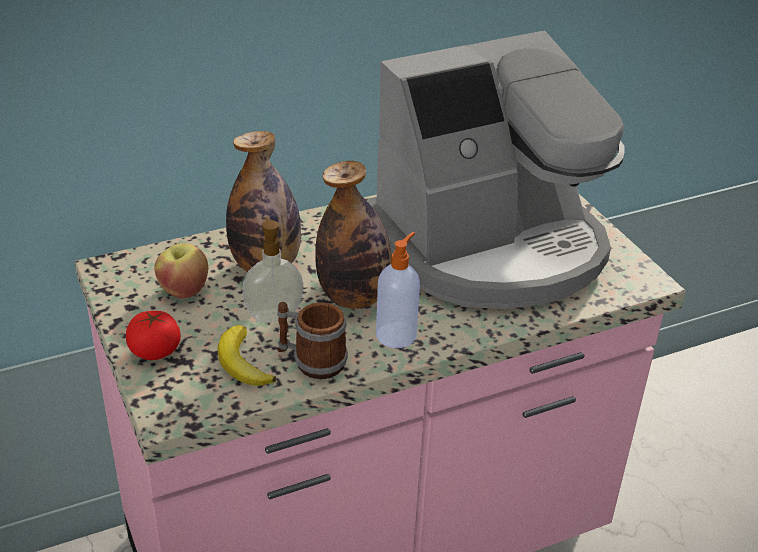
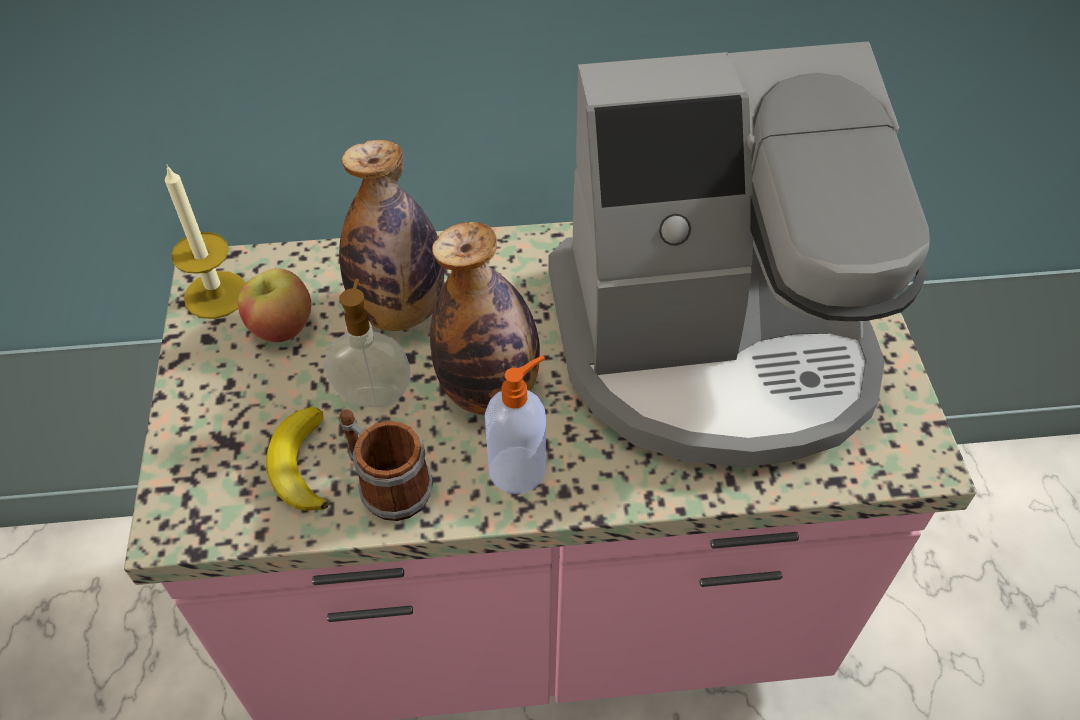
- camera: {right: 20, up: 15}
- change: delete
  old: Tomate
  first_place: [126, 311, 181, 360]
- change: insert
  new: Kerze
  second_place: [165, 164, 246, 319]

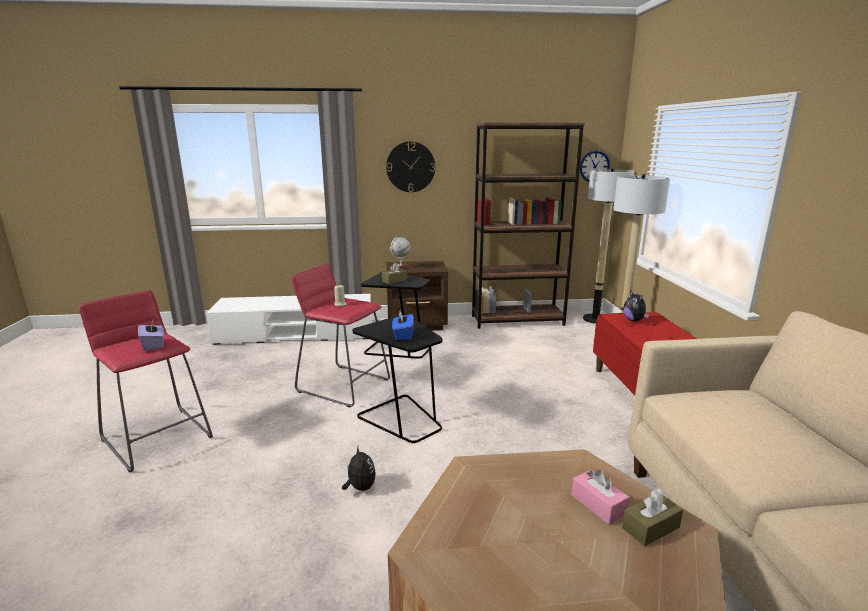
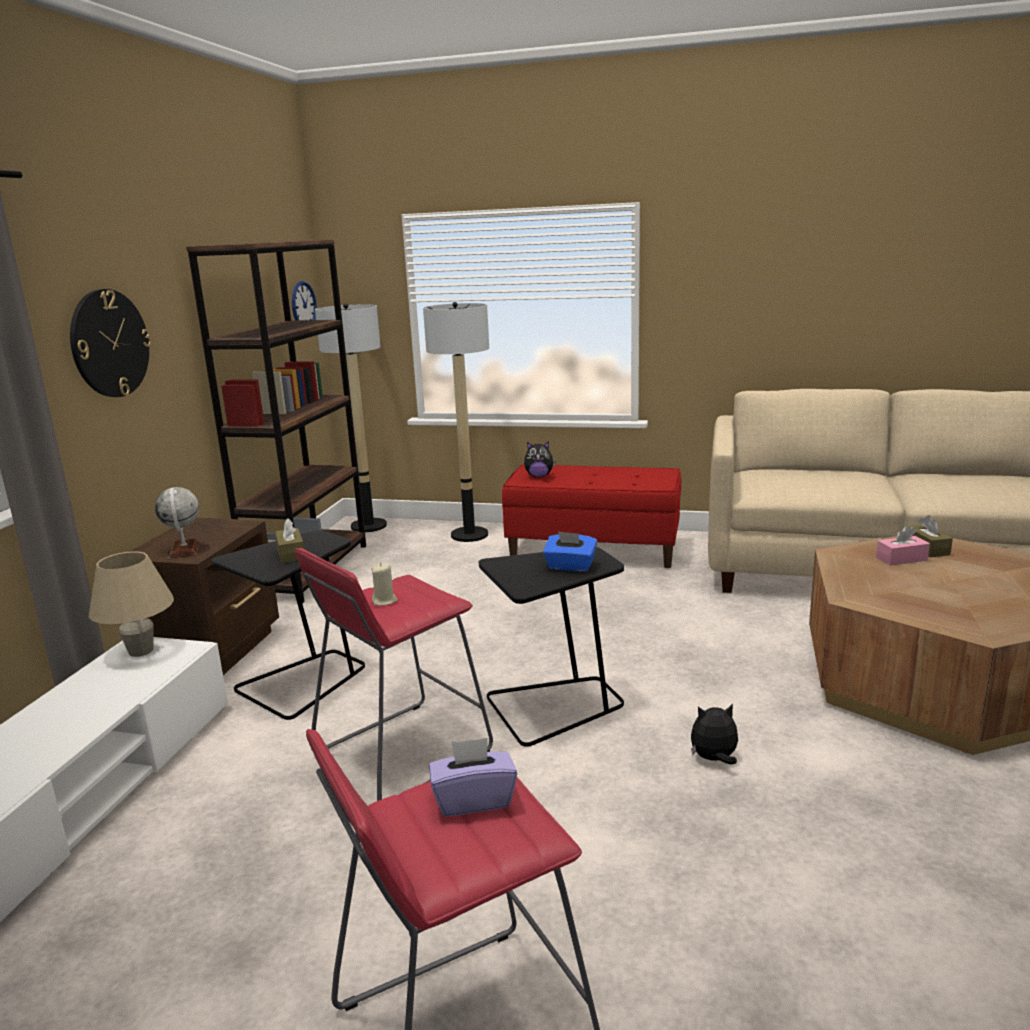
- camera: {right: -70, up: 0}
- change: insert
  new: Tischlampe/beige
  second_place: [89, 551, 174, 657]

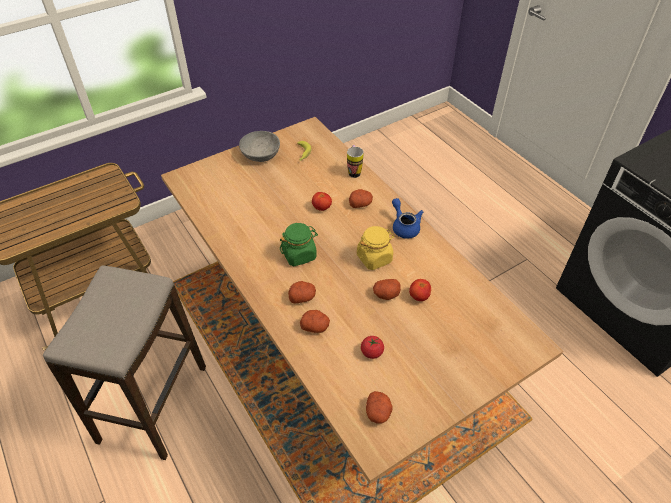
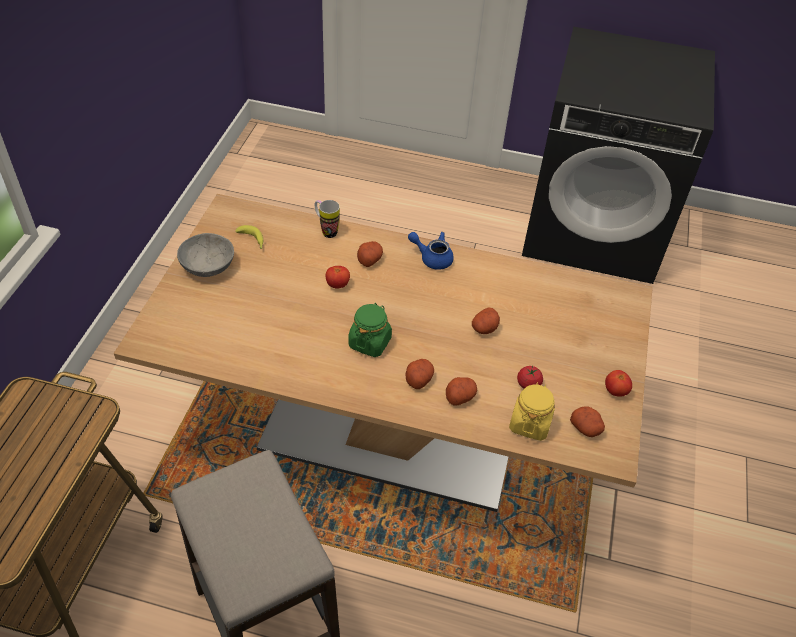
- camera: {right: -45, up: 0}
- change: move
  old: Vorratsglas/gelb
  first_place: [357, 226, 394, 270]
  second_place: [509, 382, 555, 441]
- change: move
  old: Tomate
  first_place: [409, 279, 431, 301]
  second_place: [605, 370, 632, 397]

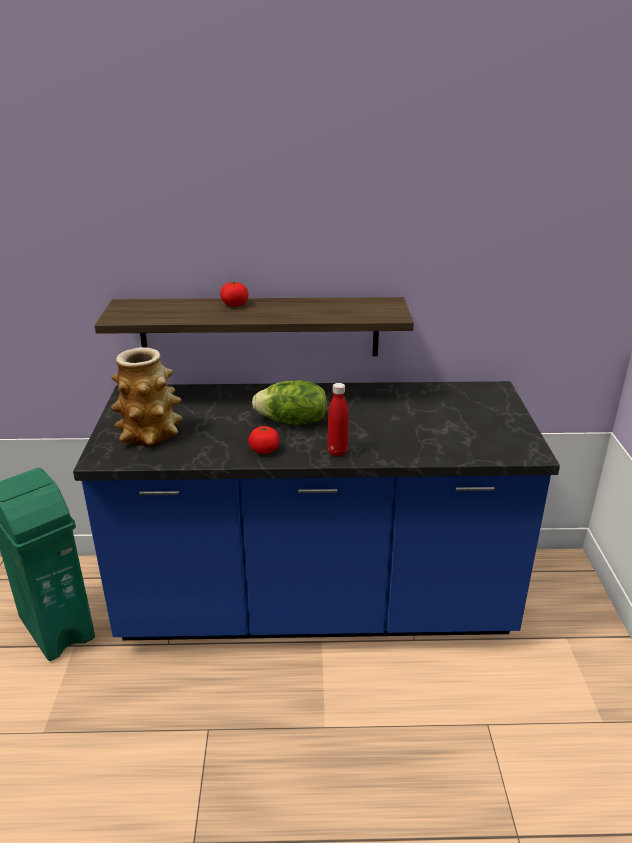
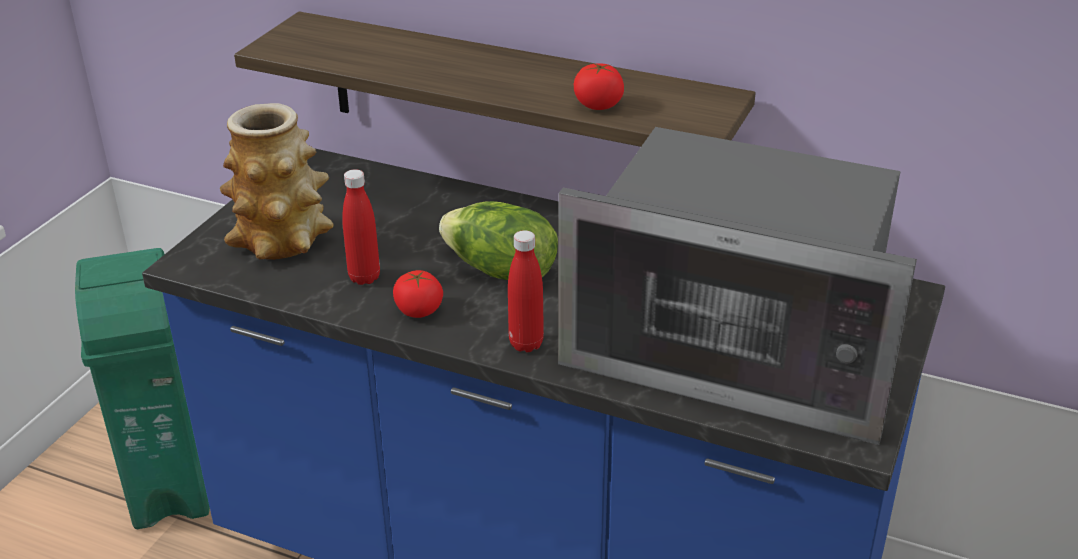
- camera: {right: 25, up: 5}
- change: move
  old: Tomate
  first_place: [220, 282, 248, 307]
  second_place: [574, 64, 624, 110]
- change: insert
  new: Flasche/rot
  second_place: [342, 169, 380, 285]
- change: insert
  new: Mikrowelle
  second_place: [558, 127, 917, 445]

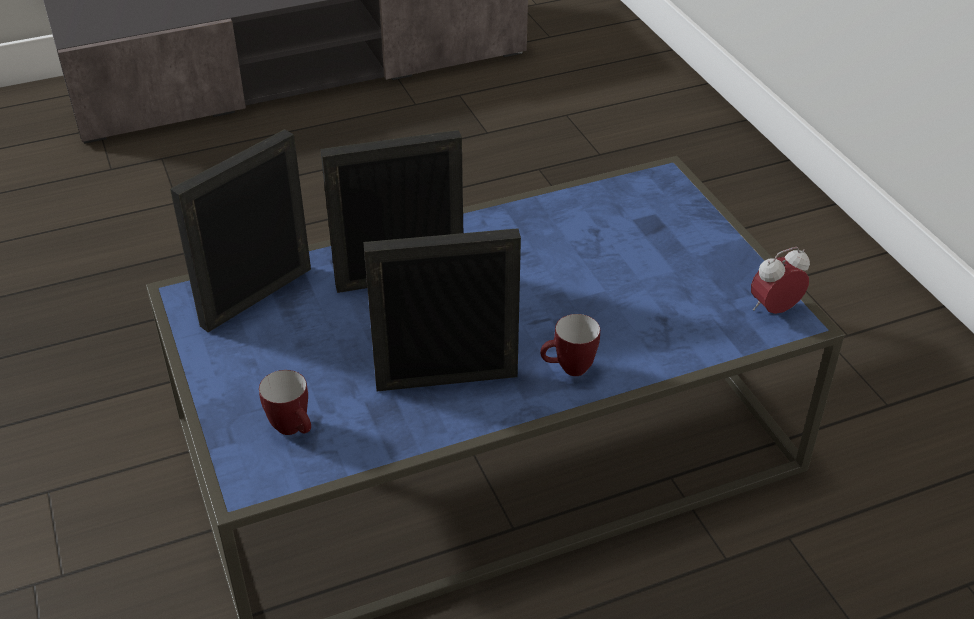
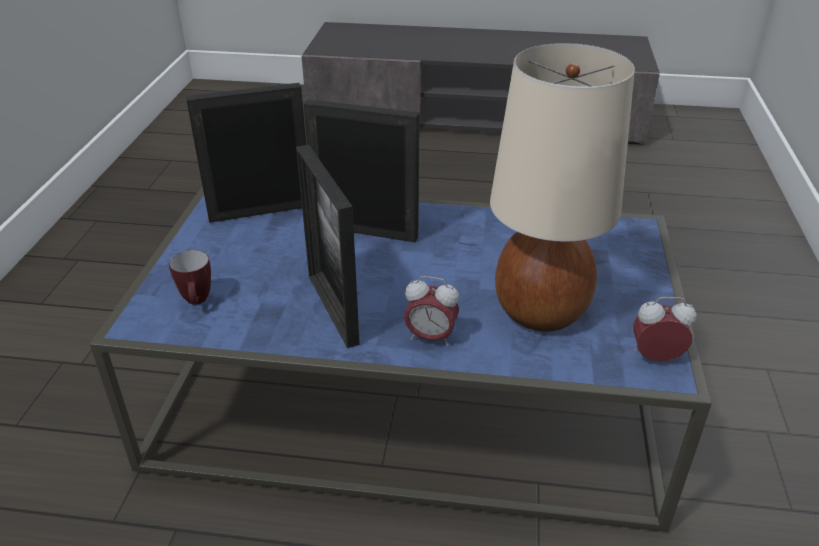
- camera: {right: 30, up: -5}
- change: rotate
  old: Bilderrahmen
  first_place: [363, 228, 521, 391]
  second_place: [296, 145, 360, 348]
  degrees: -135
- change: replace
  old: Henkelbecher
  new: Wecker
  first_place: [540, 314, 600, 376]
  second_place: [404, 276, 459, 346]
- change: insert
  new: Tischlampe/beige
  second_place: [490, 43, 635, 332]

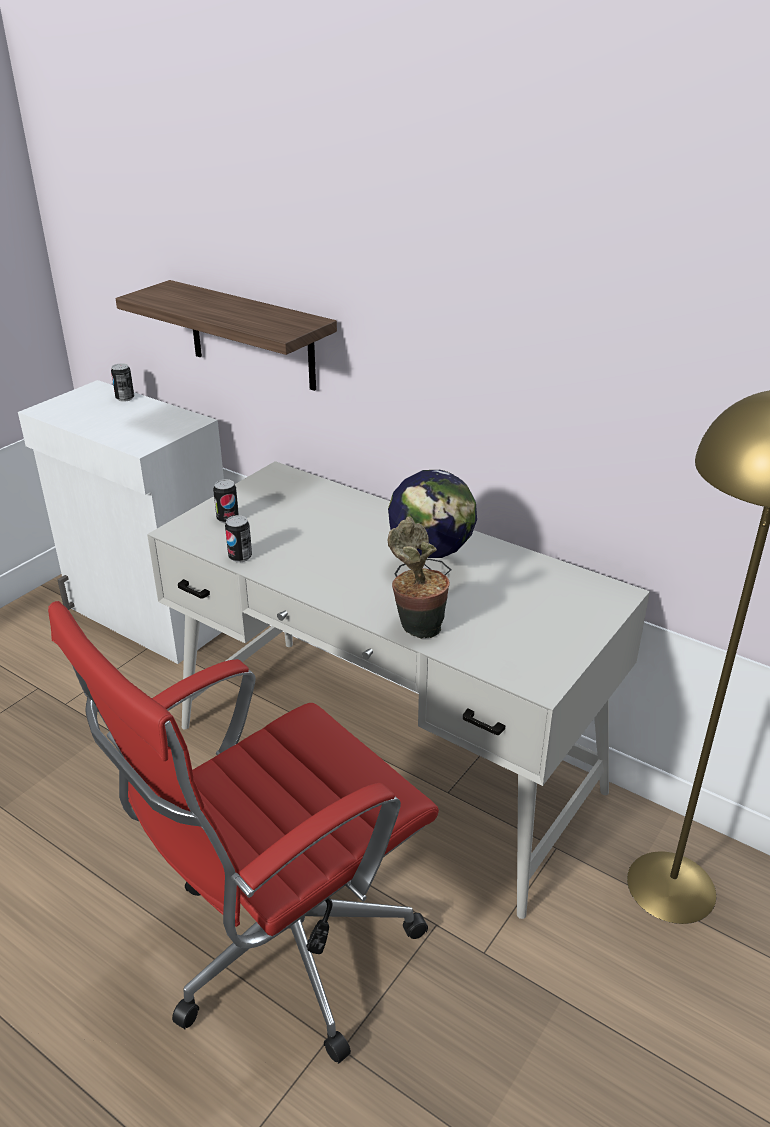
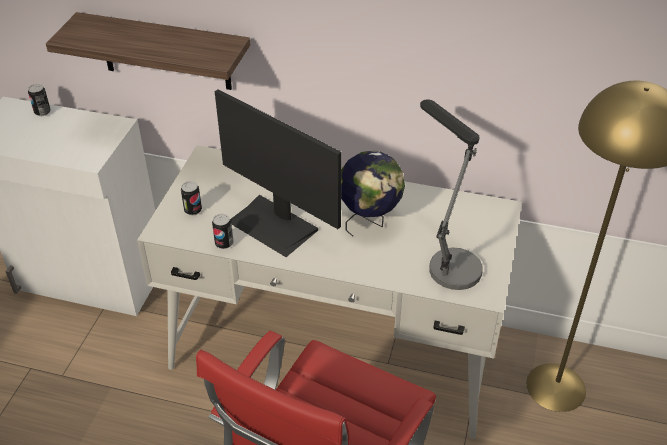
- camera: {right: -20, up: 10}
- change: delete
  old: Topfpflanze
  first_place: [388, 516, 450, 639]
- change: insert
  new: Monitor
  second_place: [215, 89, 342, 257]
- change: insert
  new: Tischlampe
  second_place: [420, 100, 483, 290]

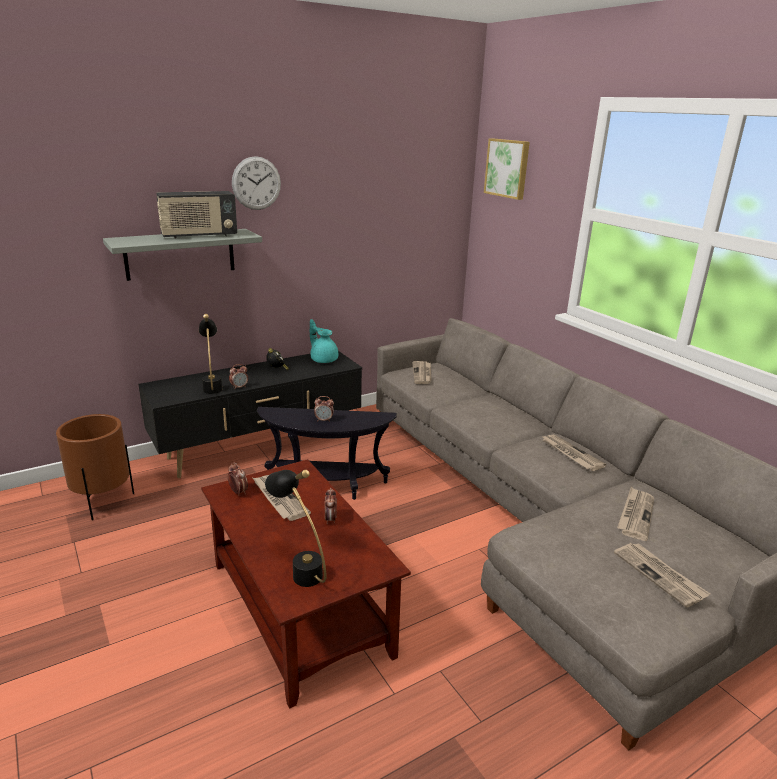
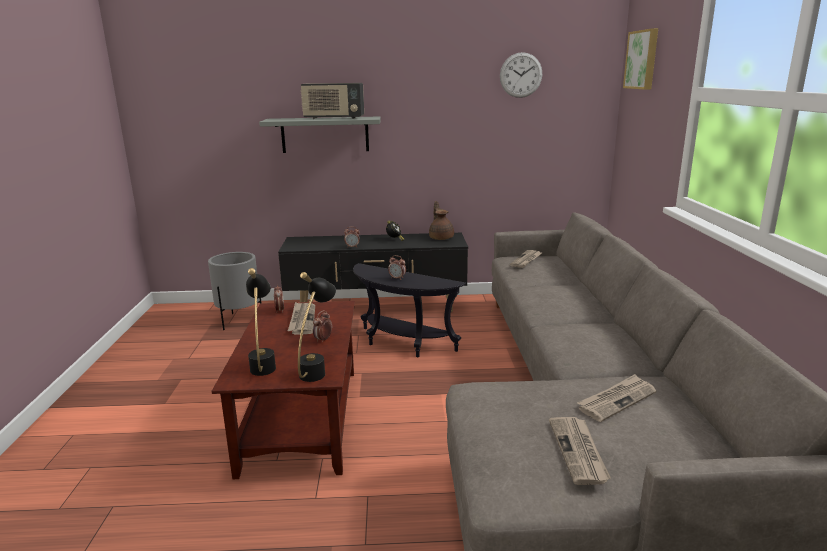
- camera: {right: 30, up: -5}
- change: recolor
  old: Pflanzkübel/braun
  new: Pflanzkübel/grau
  first_place: [56, 414, 134, 520]
  second_place: [208, 252, 262, 330]
- change: move
  old: Tischlampe/schwarz
  first_place: [199, 314, 222, 394]
  second_place: [298, 272, 336, 382]
- change: move
  old: Wanduhr
  first_place: [232, 156, 281, 210]
  second_place: [500, 52, 542, 98]
- change: recolor
  old: Teekanne/türkis
  new: Teekanne/braun
  first_place: [310, 319, 338, 363]
  second_place: [429, 201, 454, 240]
- change: delete
  old: Zeitung
  first_place: [541, 435, 606, 471]

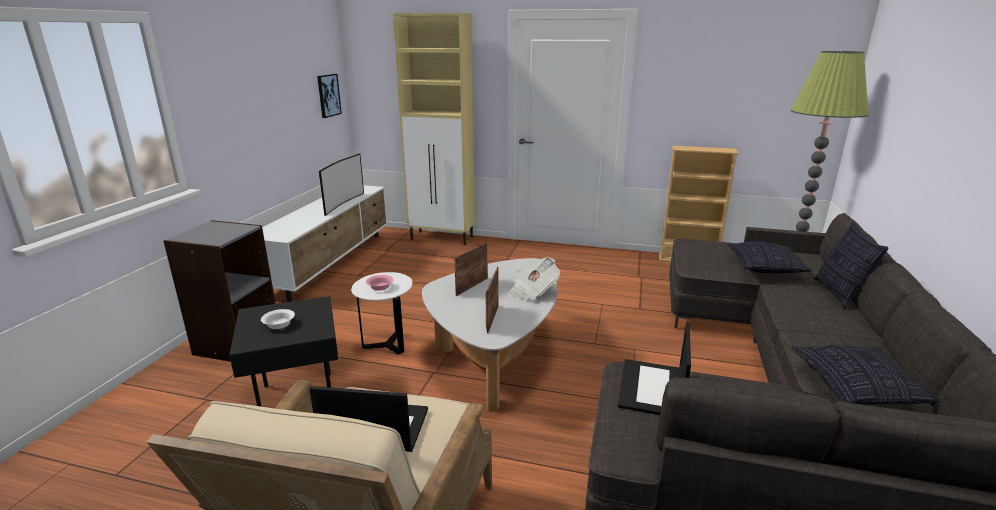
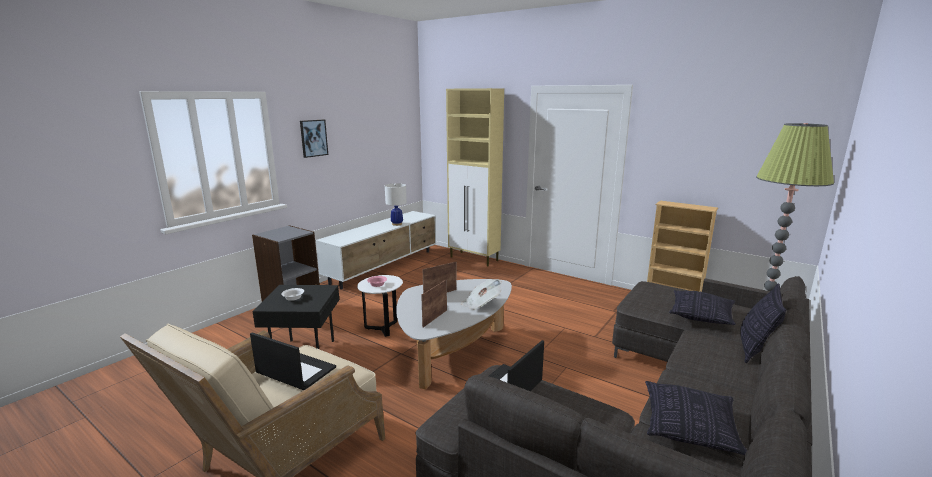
- camera: {right: 20, up: -5}
- change: move
  old: Bild
  first_place: [317, 74, 342, 118]
  second_place: [300, 120, 328, 158]
- change: replace
  old: Fernseher
  new: Tischlampe/weiß
  first_place: [319, 154, 364, 216]
  second_place: [385, 183, 407, 226]

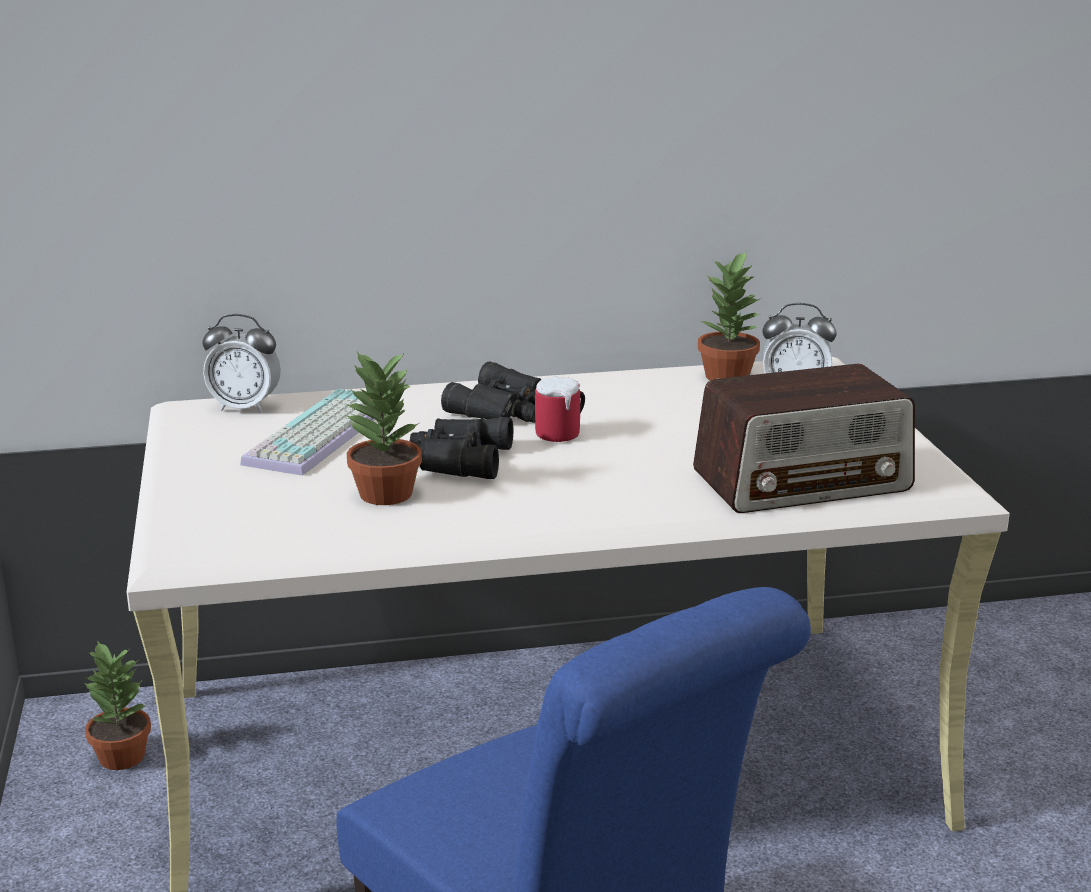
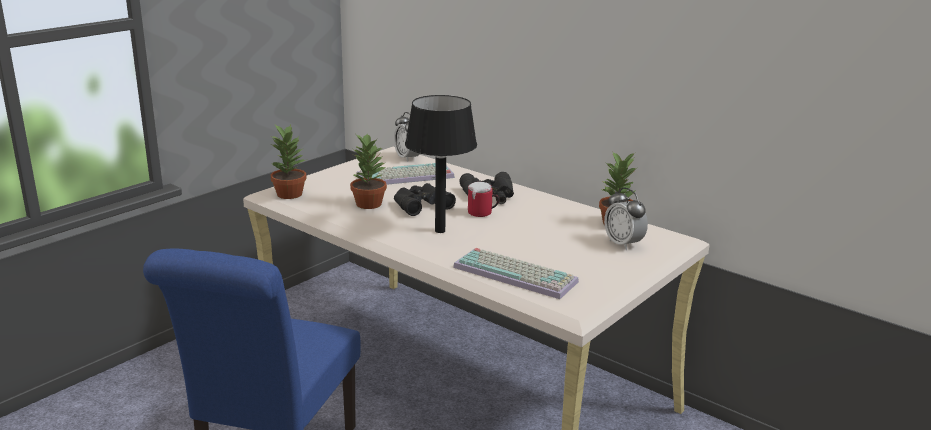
- camera: {right: 50, up: 0}
- change: move
  old: Topfpflanze
  first_place: [84, 640, 151, 770]
  second_place: [271, 125, 307, 199]
- change: replace
  old: Radio
  new: Tastatur
  first_place: [693, 364, 915, 513]
  second_place: [453, 248, 579, 299]
- change: insert
  new: Tischlampe/schwarz
  second_place: [405, 95, 477, 233]

